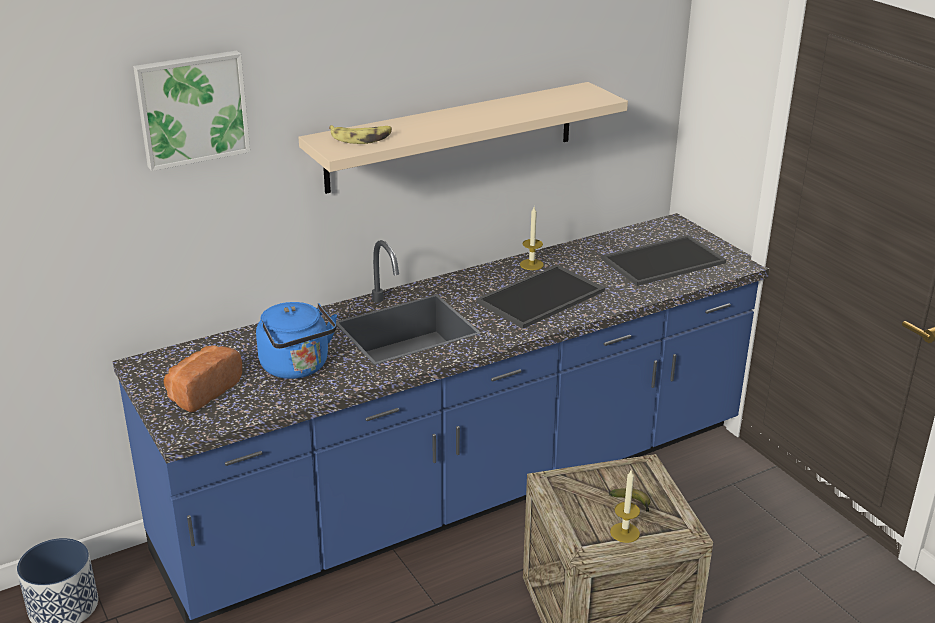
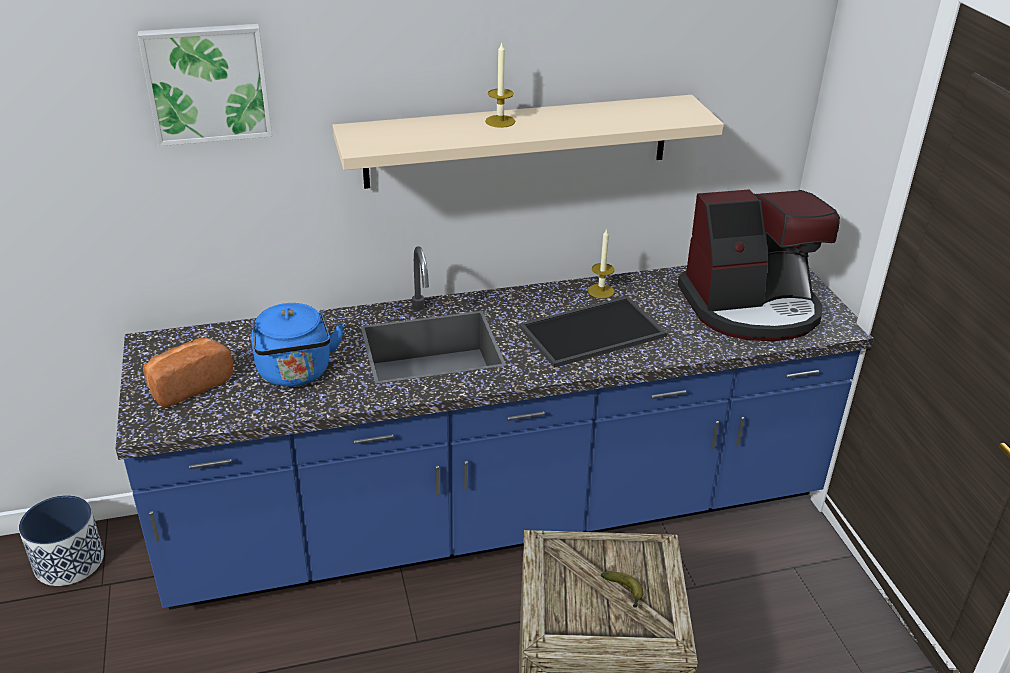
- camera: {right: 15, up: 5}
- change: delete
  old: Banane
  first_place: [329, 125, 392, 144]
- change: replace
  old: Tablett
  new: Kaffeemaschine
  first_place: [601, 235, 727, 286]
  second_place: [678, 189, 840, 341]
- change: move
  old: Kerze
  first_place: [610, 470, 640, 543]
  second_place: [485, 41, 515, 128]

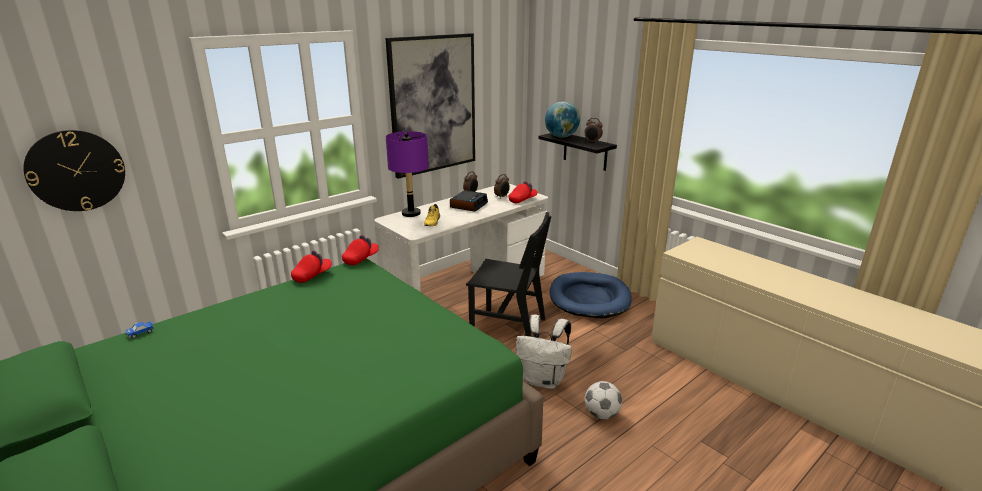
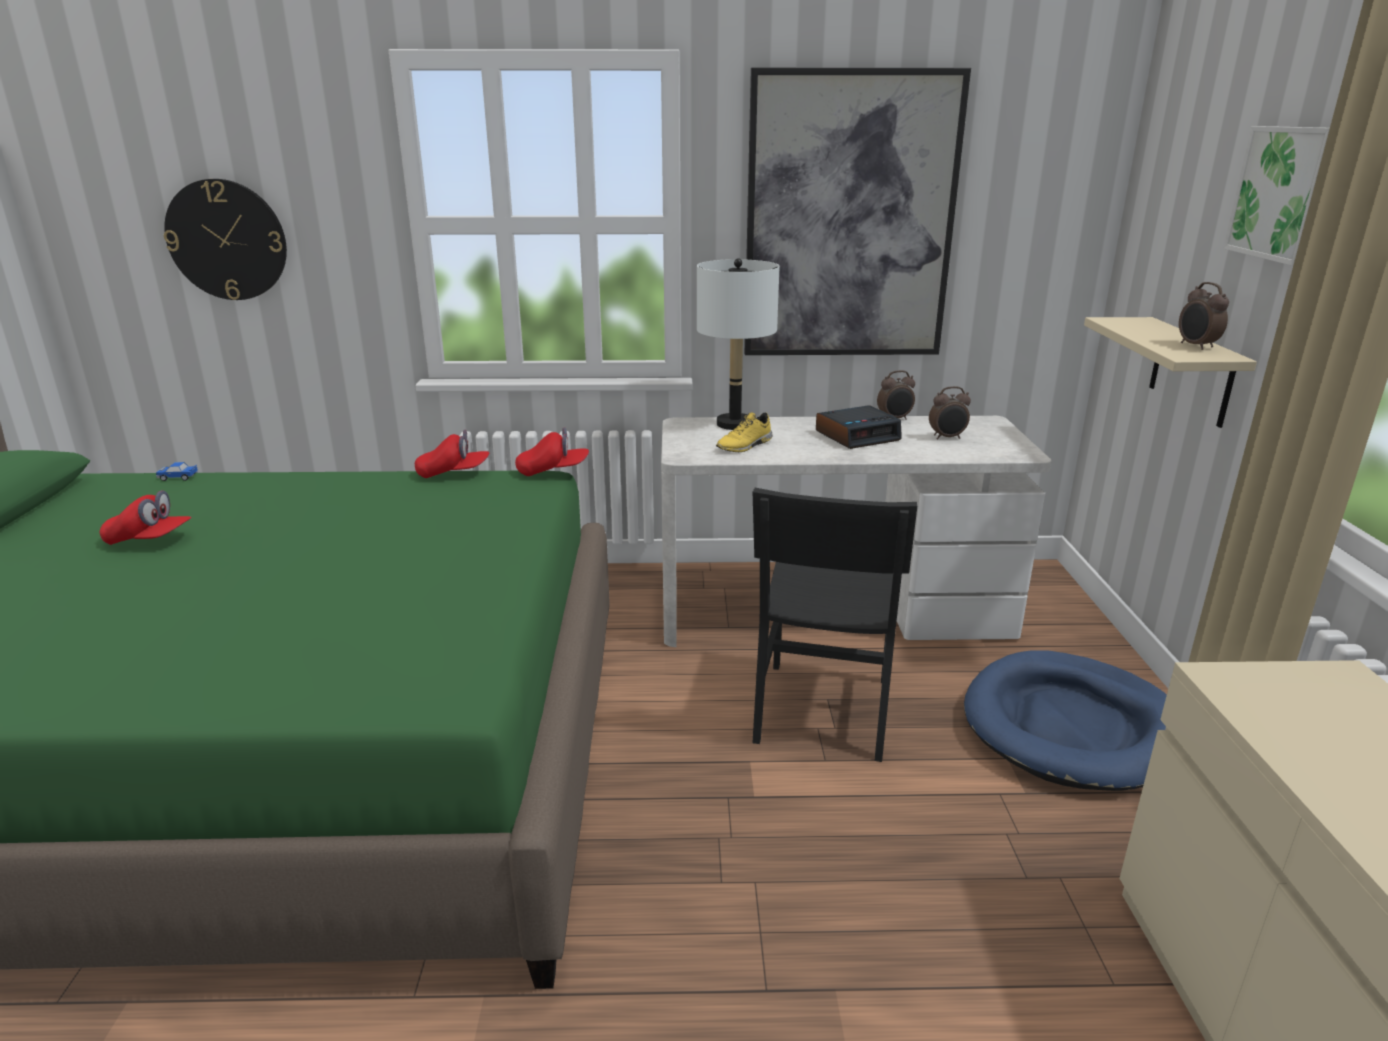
- camera: {right: 40, up: 0}
- change: recolor
  old: Tischlampe/lila
  new: Tischlampe/weiß
  first_place: [386, 131, 429, 217]
  second_place: [697, 258, 780, 430]
- change: rotate
  old: Stuhl/schwarz
  first_place: [466, 212, 552, 337]
  second_place: [752, 488, 917, 762]
  degrees: 45
- change: move
  old: Kappe/rot
  first_place: [508, 181, 538, 203]
  second_place: [100, 490, 192, 545]
- change: delete
  old: Rucksack/weiß
  first_place: [516, 315, 572, 389]
- change: recolor
  old: Wandregal/schwarz
  new: Wandregal/beige
  first_place: [539, 133, 617, 171]
  second_place: [1084, 317, 1257, 428]
- change: delete
  old: Globus
  first_place: [545, 101, 580, 138]
- change: delete
  old: Fußball
  first_place: [585, 381, 622, 419]
- change: insert
  new: Bild
  second_place: [1223, 126, 1330, 266]

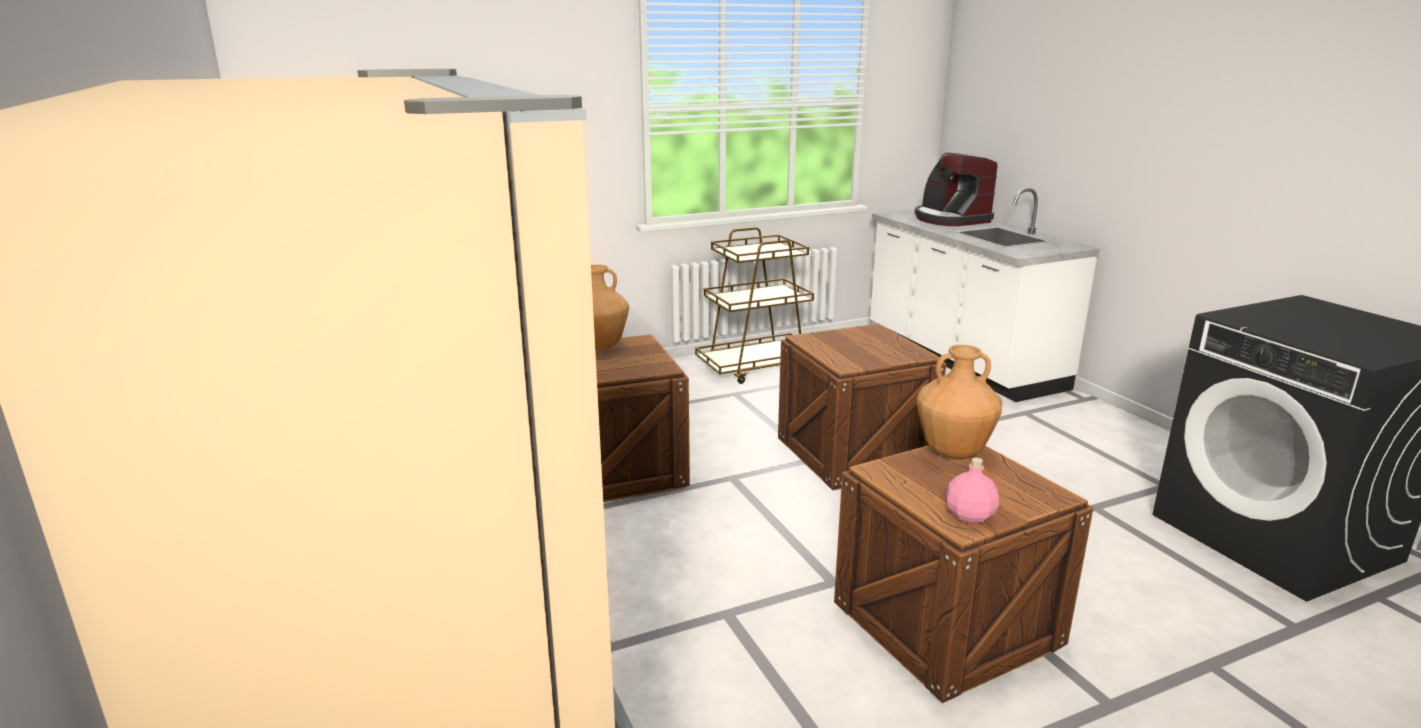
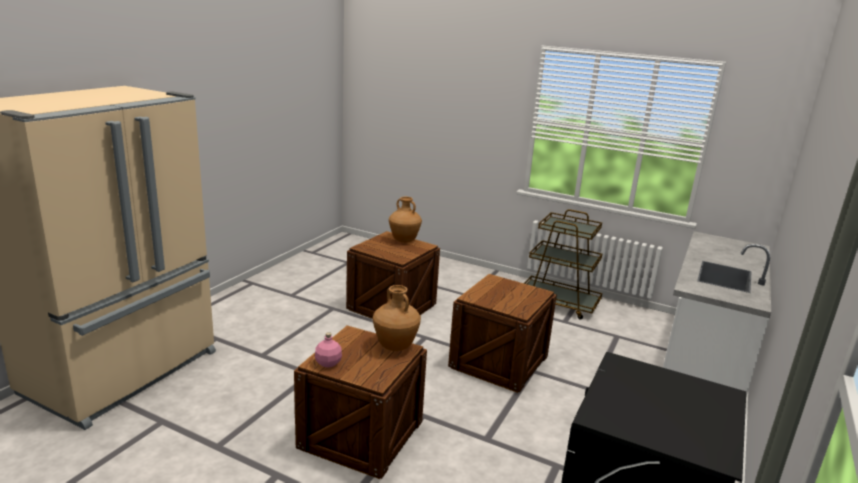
- camera: {right: 50, up: 0}
- change: delete
  old: Kaffeemaschine
  first_place: [915, 152, 997, 226]

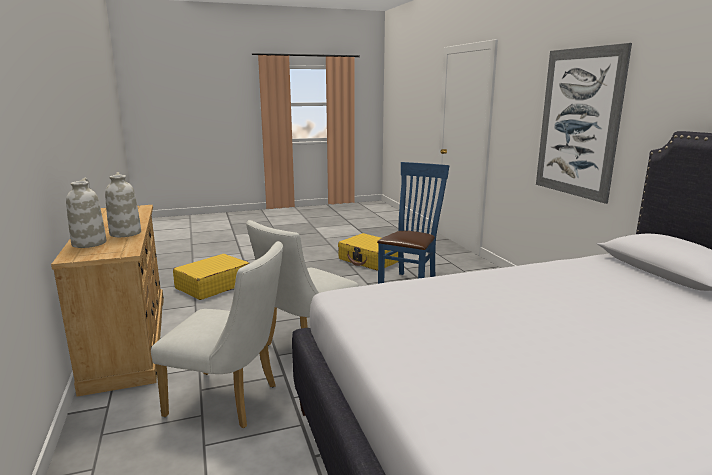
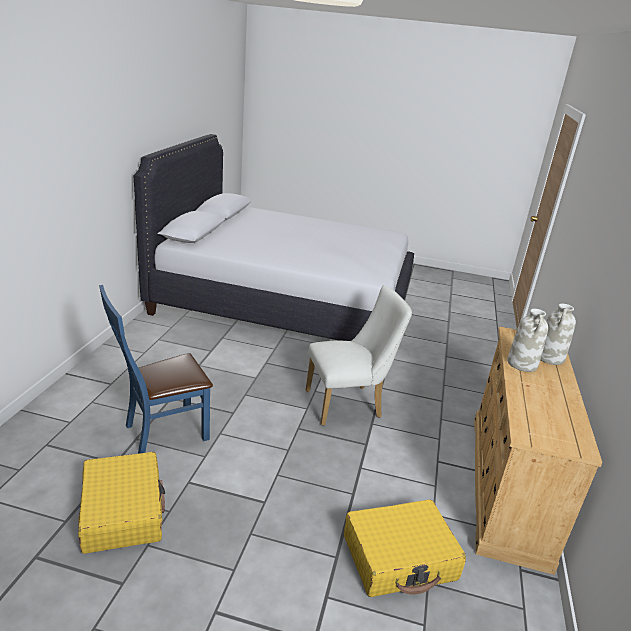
- camera: {right: -150, up: 10}
- change: delete
  old: Stuhl/weiß
  first_place: [151, 241, 283, 428]
- change: delete
  old: Bild
  first_place: [536, 43, 632, 204]

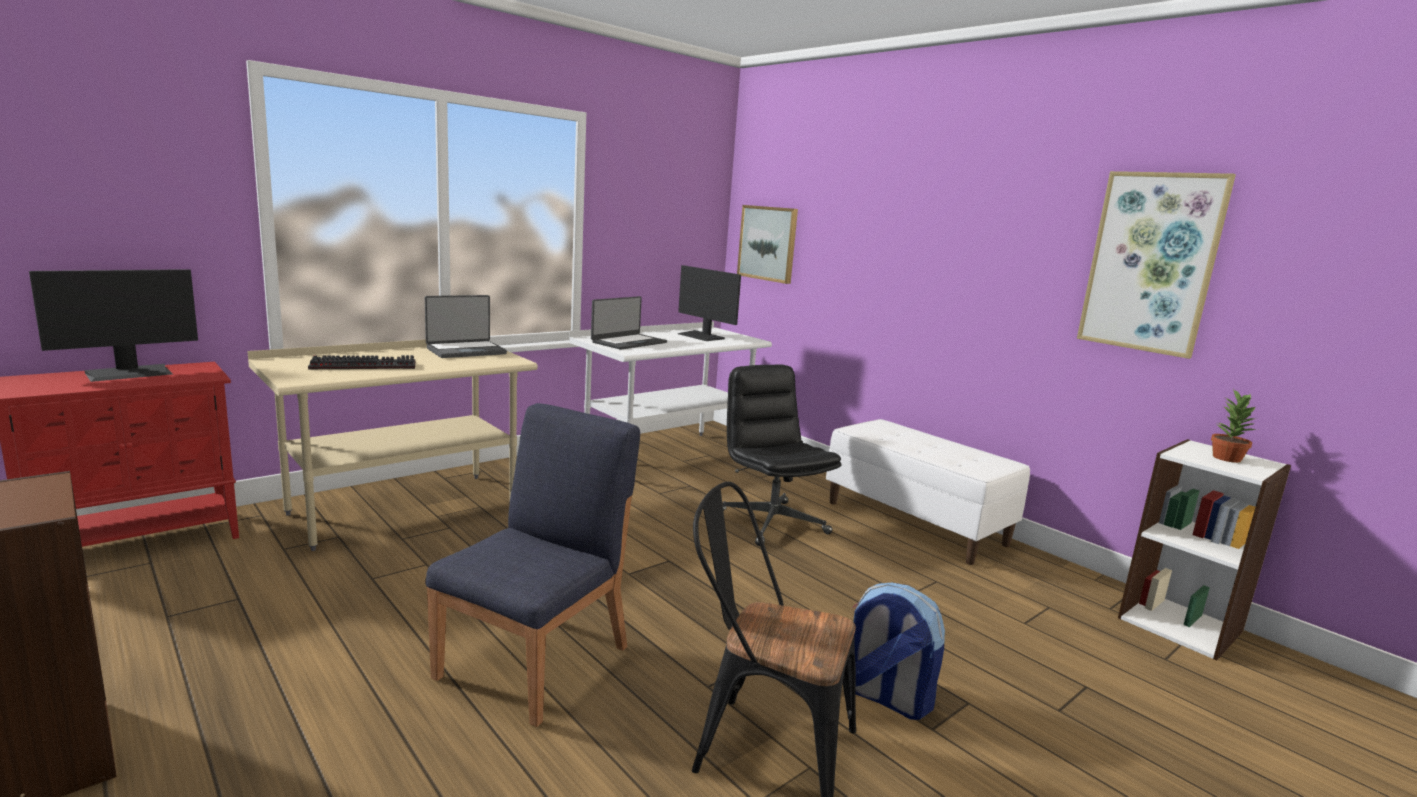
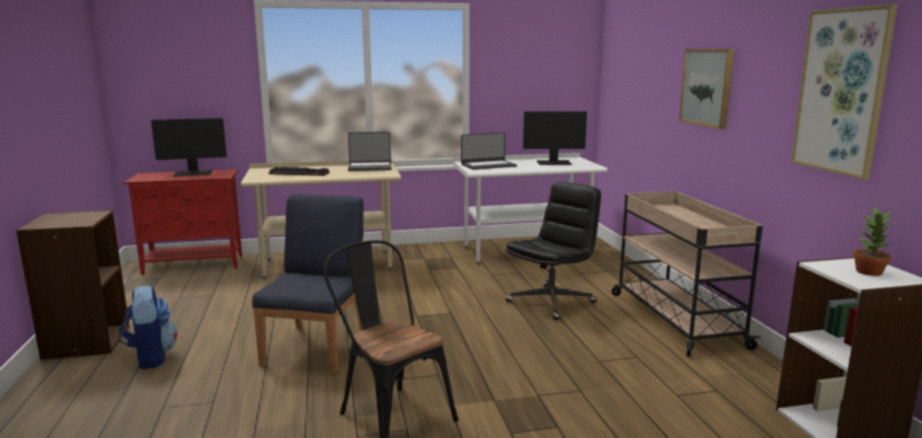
- camera: {right: 30, up: 0}
- change: rotate
  old: Stuhl/blau
  first_place: [425, 403, 640, 727]
  second_place: [252, 194, 364, 373]
  degrees: -45
- change: rotate
  old: Monitor
  first_place: [678, 265, 741, 341]
  second_place: [523, 111, 587, 165]
  degrees: -75
- change: rotate
  old: Bürostuhl/schwarz
  first_place: [723, 365, 841, 546]
  second_place: [505, 182, 601, 320]
  degrees: 45
- change: move
  old: Bild
  first_place: [737, 205, 798, 284]
  second_place: [679, 49, 734, 129]
- change: replace
  old: Bank/weiß
  new: Rollwagen/beige
  first_place: [826, 419, 1030, 565]
  second_place: [612, 191, 763, 357]
- change: move
  old: Rucksack
  first_place: [852, 583, 945, 720]
  second_place: [119, 285, 177, 369]

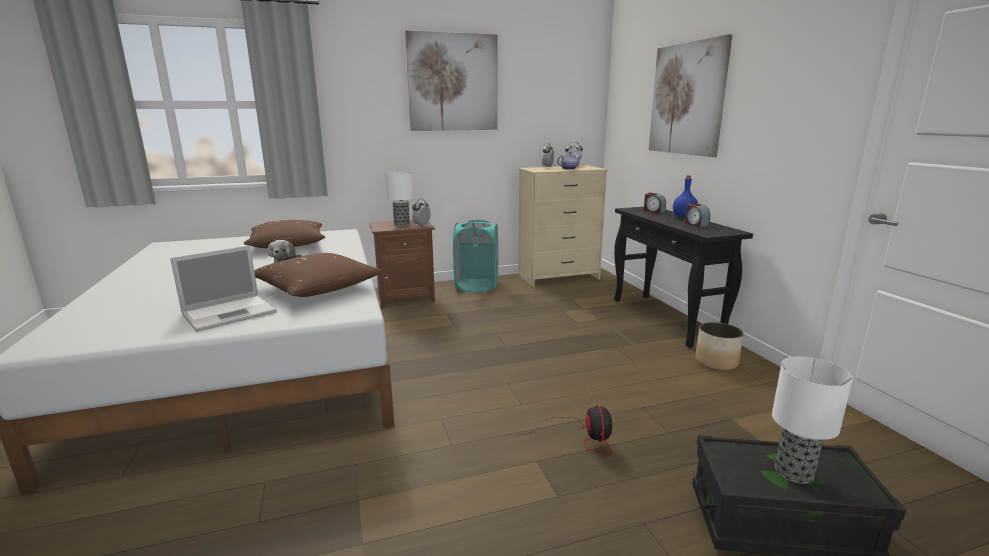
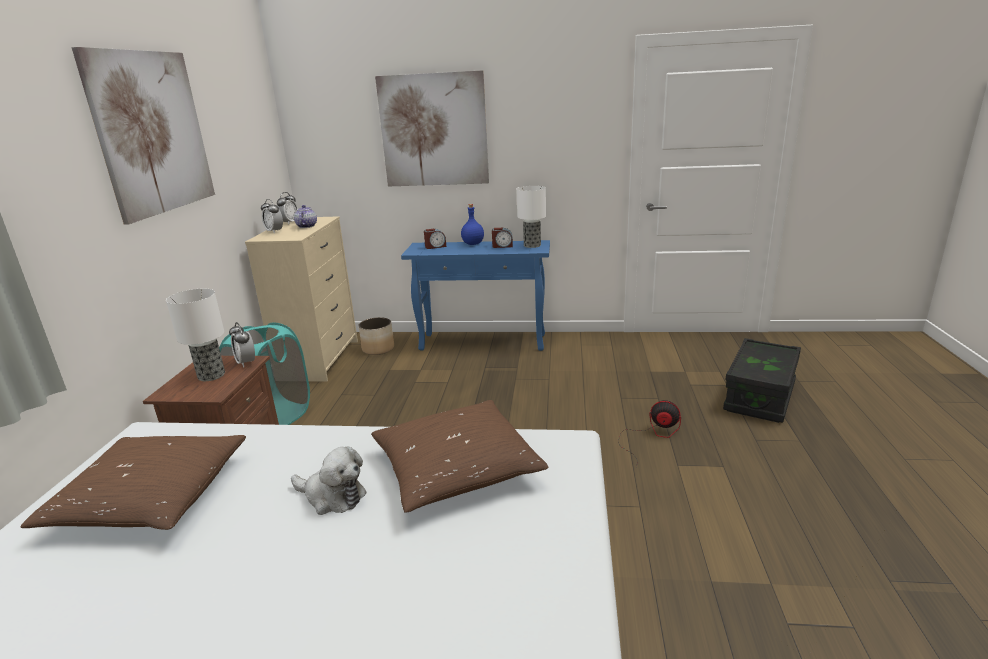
- camera: {right: -65, up: 5}
- change: delete
  old: Laptop
  first_place: [170, 245, 277, 332]
- change: recolor
  old: Konsolentisch/schwarz
  new: Konsolentisch/blau
  first_place: [614, 207, 753, 348]
  second_place: [401, 240, 550, 351]
- change: move
  old: Pflanzkübel
  first_place: [695, 322, 743, 370]
  second_place: [359, 317, 394, 355]
- change: move
  old: Tischlampe
  first_place: [772, 357, 853, 484]
  second_place: [516, 186, 546, 248]

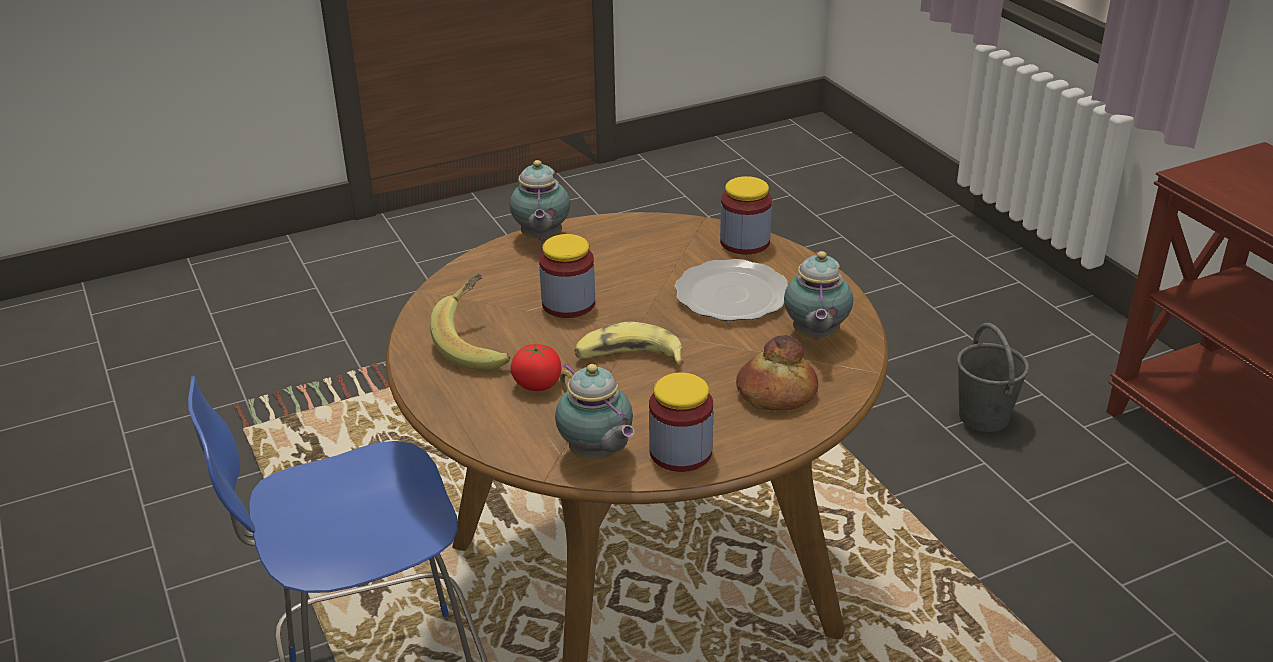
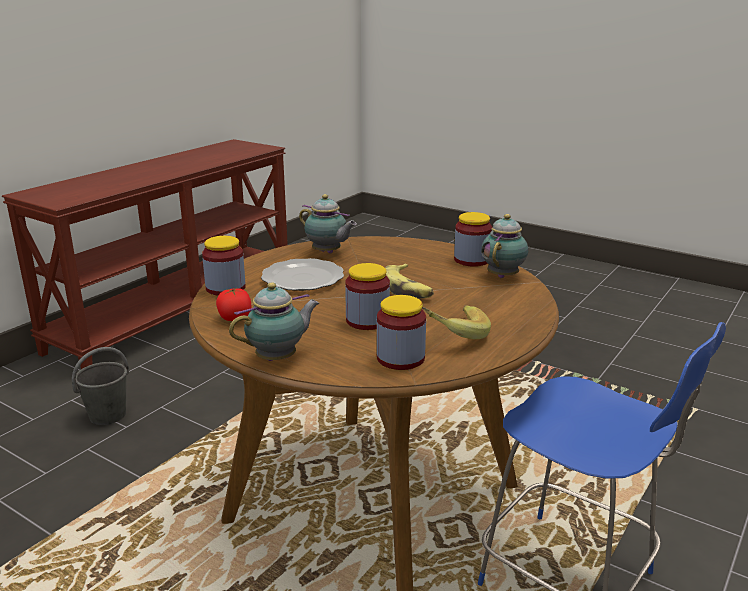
- camera: {right: -120, up: -10}
- change: move
  old: Tomate
  first_place: [510, 344, 562, 391]
  second_place: [216, 287, 252, 321]
- change: delete
  old: Brot
  first_place: [736, 335, 818, 410]
- change: rotate
  old: Teekanne
  first_place: [784, 251, 853, 339]
  second_place: [299, 194, 357, 253]
  degrees: 60
- change: insert
  new: Vorratsglas
  second_place: [377, 295, 426, 370]

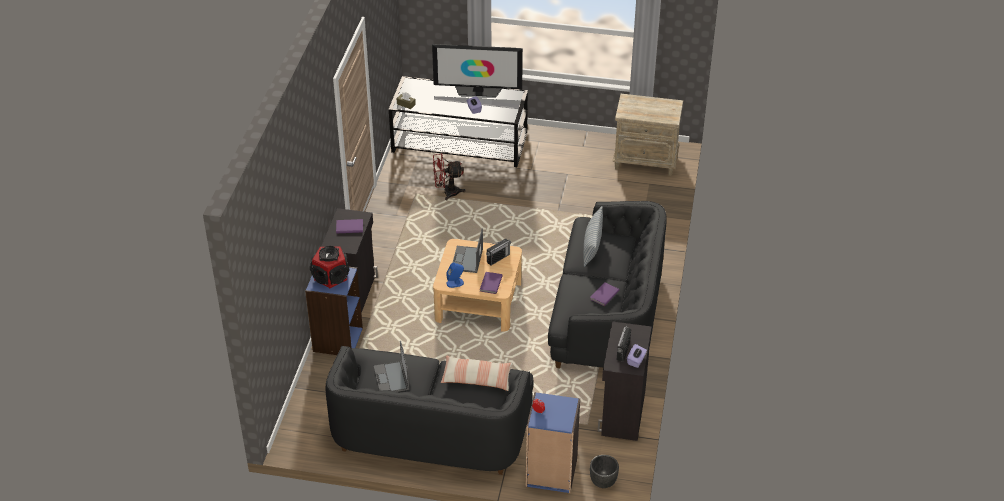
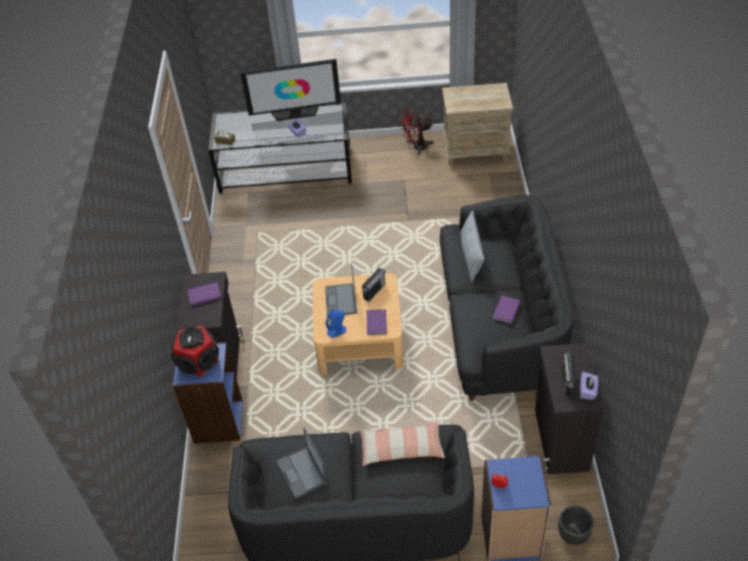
- camera: {right: -10, up: 5}
- change: move
  old: Ventilator/rot
  first_place: [433, 153, 465, 200]
  second_place: [399, 109, 433, 155]

